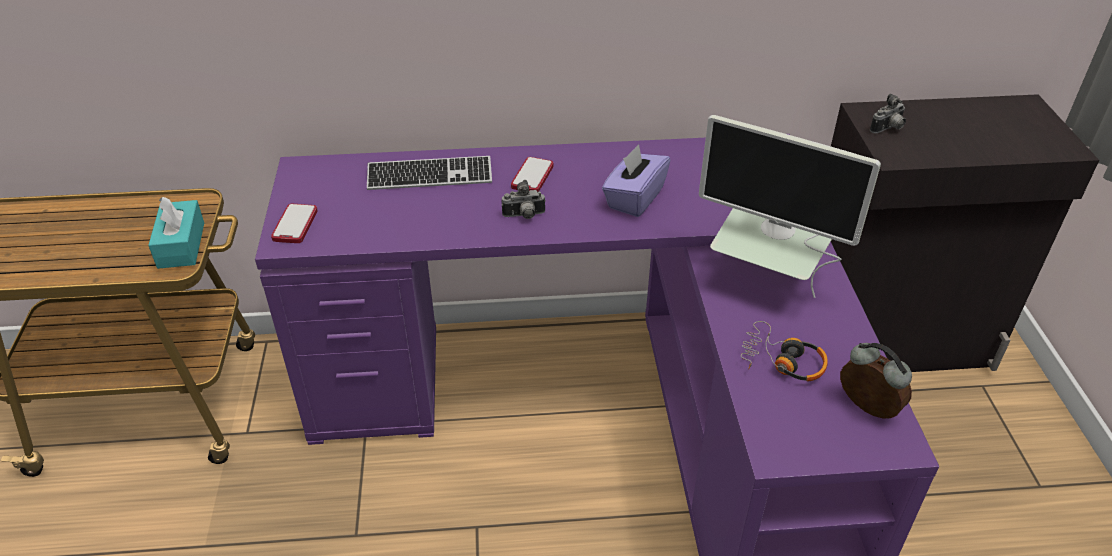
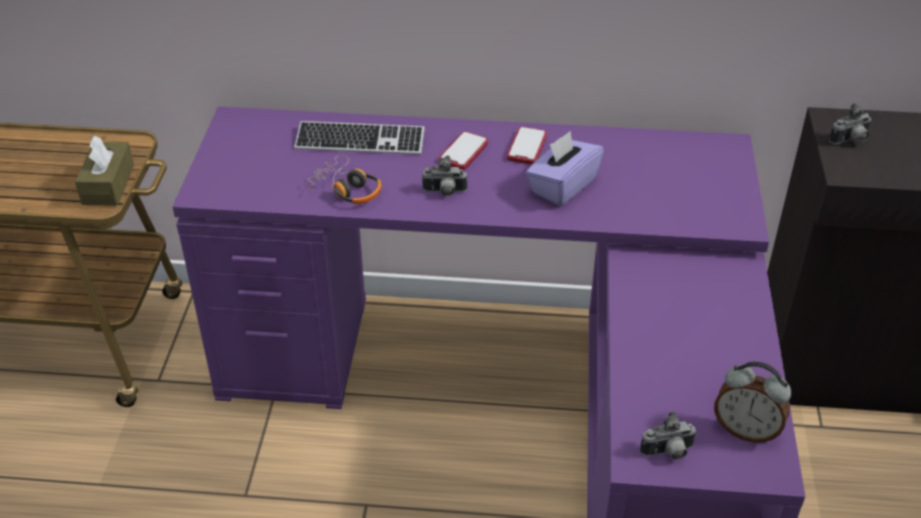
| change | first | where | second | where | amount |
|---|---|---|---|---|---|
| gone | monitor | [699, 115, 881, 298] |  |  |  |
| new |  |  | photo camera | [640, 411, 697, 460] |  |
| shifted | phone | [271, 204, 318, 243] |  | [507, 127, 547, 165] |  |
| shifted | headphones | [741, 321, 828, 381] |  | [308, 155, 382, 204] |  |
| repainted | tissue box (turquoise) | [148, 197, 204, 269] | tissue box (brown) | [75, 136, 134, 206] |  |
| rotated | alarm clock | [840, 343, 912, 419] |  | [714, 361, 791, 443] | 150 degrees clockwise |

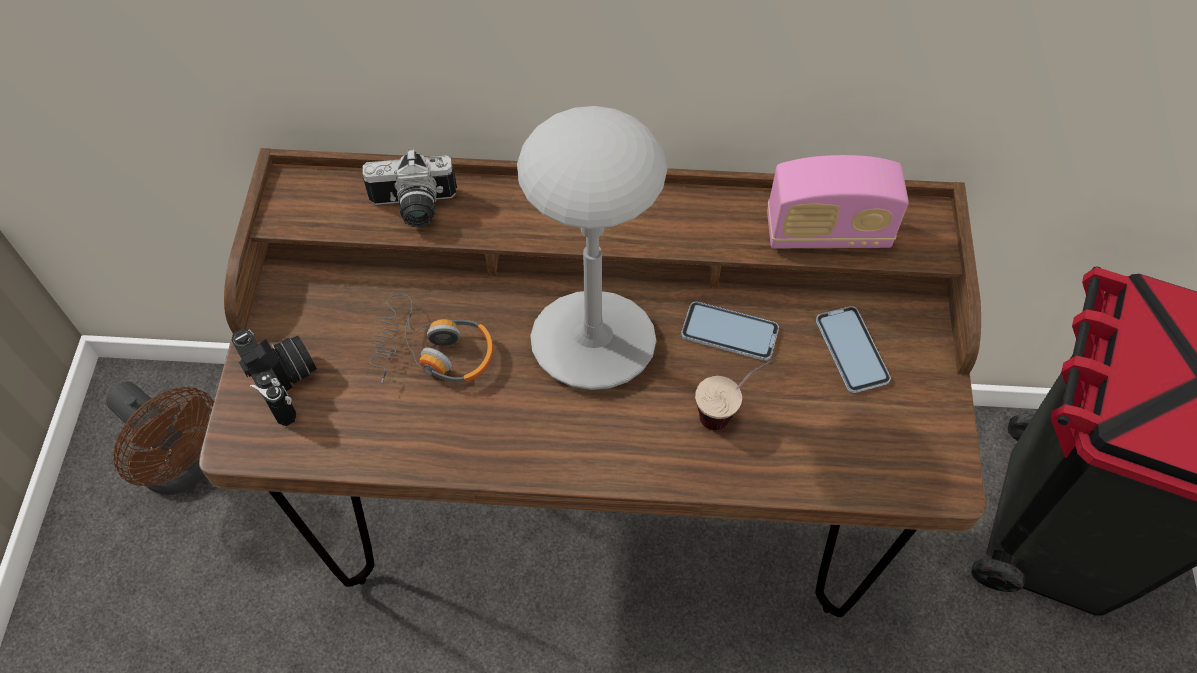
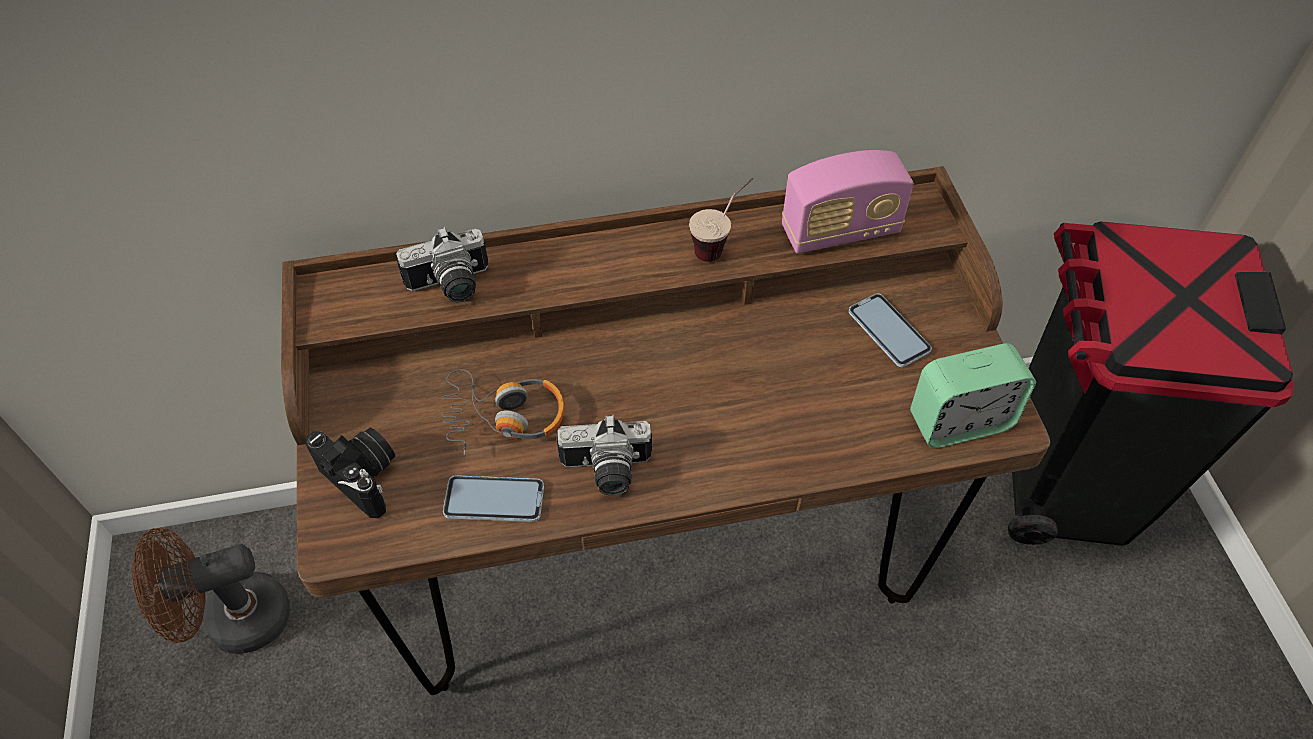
| change | first | where | second | where | amount |
|---|---|---|---|---|---|
| gone | table lamp (grey) | [517, 106, 667, 390] |  |  |  |
| new |  |  | photo camera | [557, 415, 652, 496] |  |
| new |  |  | alarm clock | [910, 343, 1036, 448] |  |
| shifted | phone | [681, 302, 779, 361] |  | [443, 475, 544, 522] |  |
| shifted | cup | [695, 357, 778, 430] |  | [689, 177, 753, 262] |  |
| rotated | fan (brown) | [106, 381, 214, 495] |  | [132, 528, 290, 654] | 135 degrees clockwise |

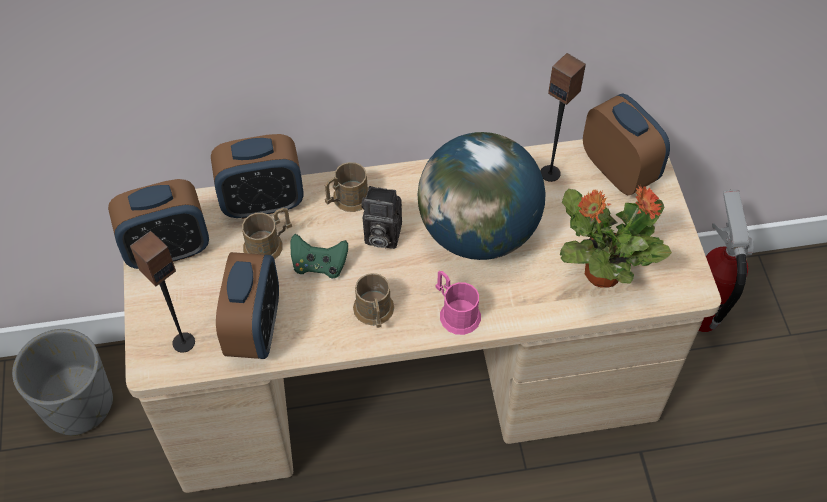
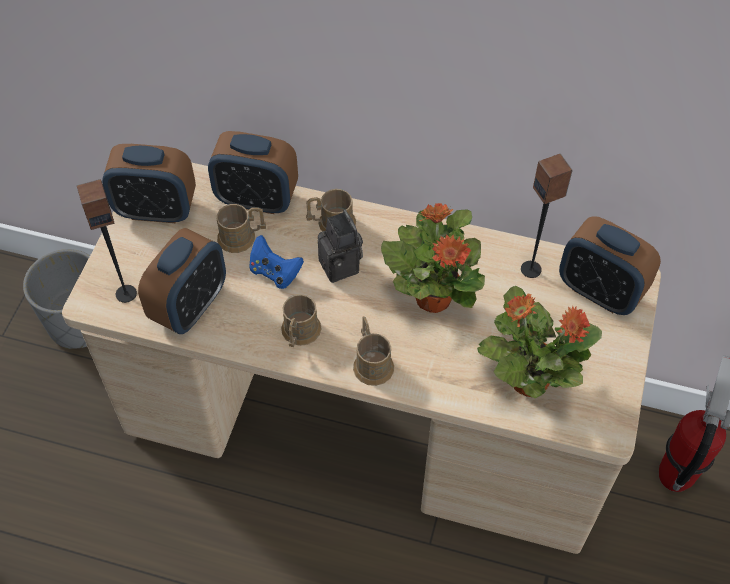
| change | first | where | second | where | amount |
|---|---|---|---|---|---|
| swapped | globe | [418, 132, 545, 260] | potted plant | [381, 203, 485, 313] |  |
| repainted | game controller (green) | [290, 234, 348, 278] | game controller (blue) | [249, 235, 304, 289] |  |
| repainted | mug (pink) | [436, 271, 481, 335] | mug (brown) | [353, 316, 394, 386] |  |
| rotated | photo camera | [361, 186, 402, 249] |  | [318, 210, 363, 283] | 150 degrees counterclockwise |
| rotated | alarm clock | [583, 94, 670, 195] |  | [559, 216, 661, 315] | 135 degrees clockwise |

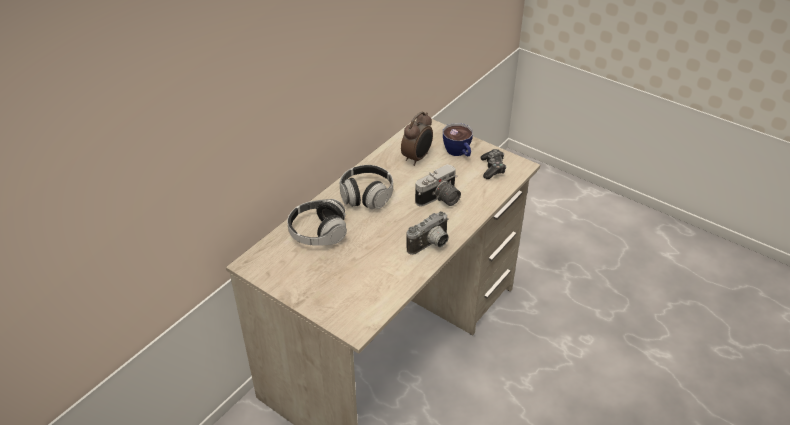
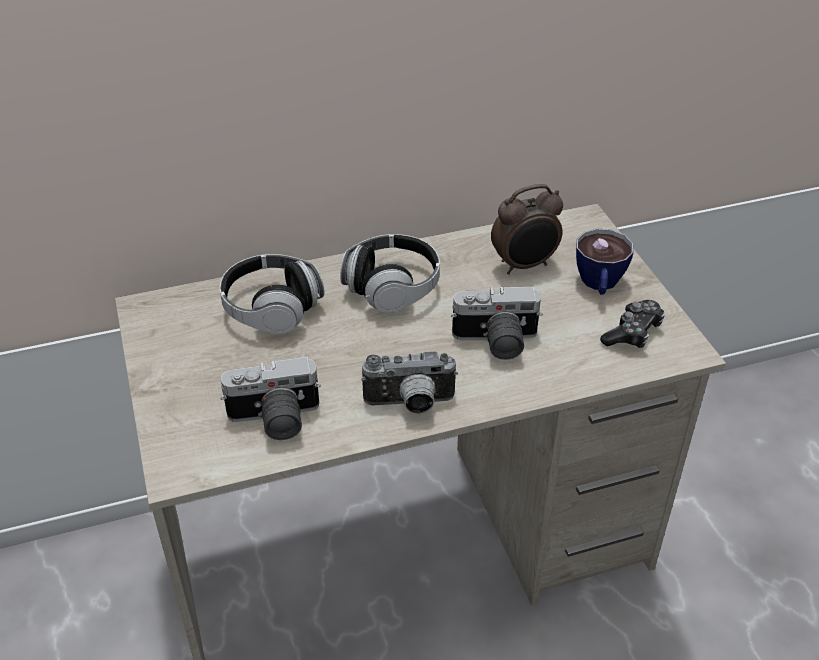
| change | first | where | second | where | amount |
|---|---|---|---|---|---|
| new |  |  | photo camera | [220, 357, 321, 440] |  |

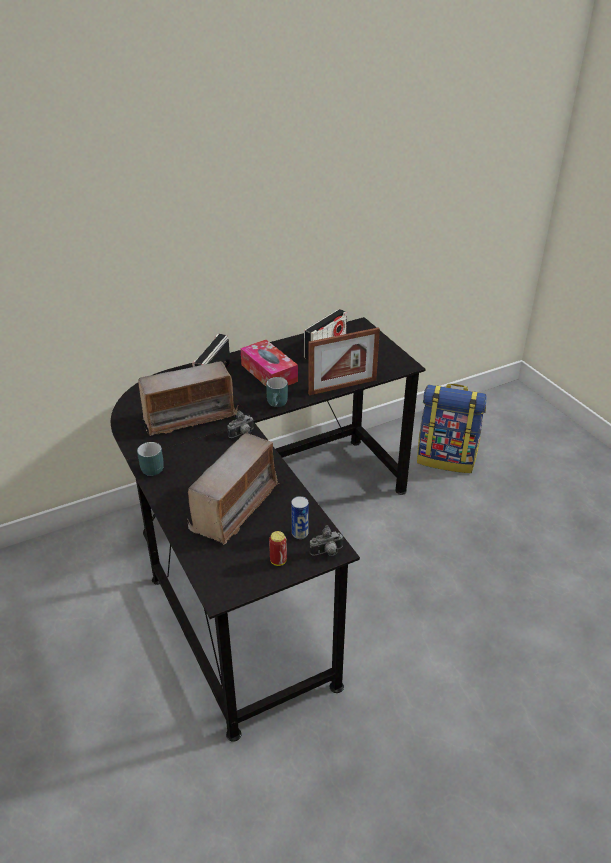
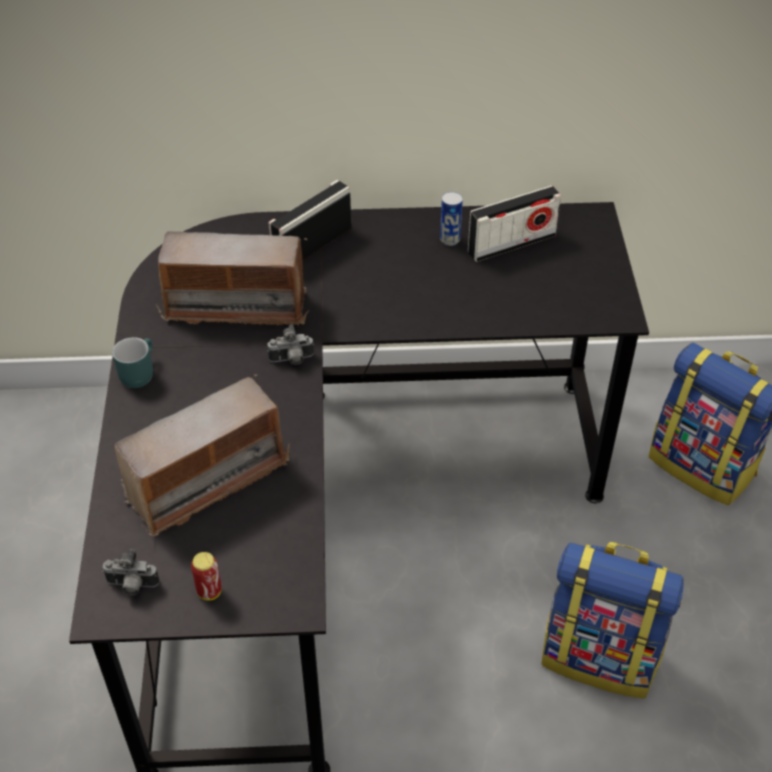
| change | first | where | second | where | amount |
|---|---|---|---|---|---|
| gone | tissue box | [240, 340, 298, 386] |  |  |  |
| gone | mug (turquoise) | [266, 377, 288, 407] |  |  |  |
| gone | picture frame | [308, 327, 380, 395] |  |  |  |
| new |  |  | backpack | [542, 542, 684, 699] |  |
| shifted | can | [291, 496, 309, 539] |  | [440, 192, 463, 246] |  |
| shifted | photo camera | [310, 525, 344, 556] |  | [102, 549, 159, 595] |  |

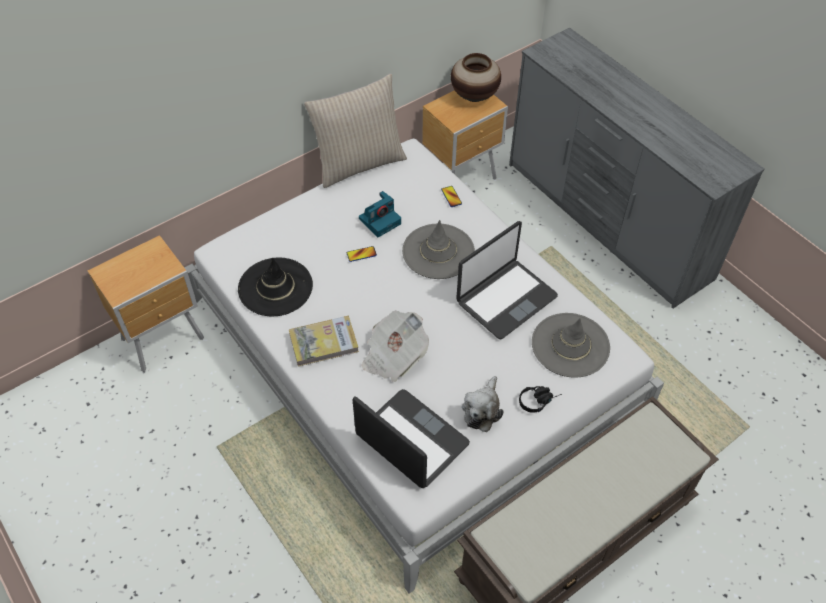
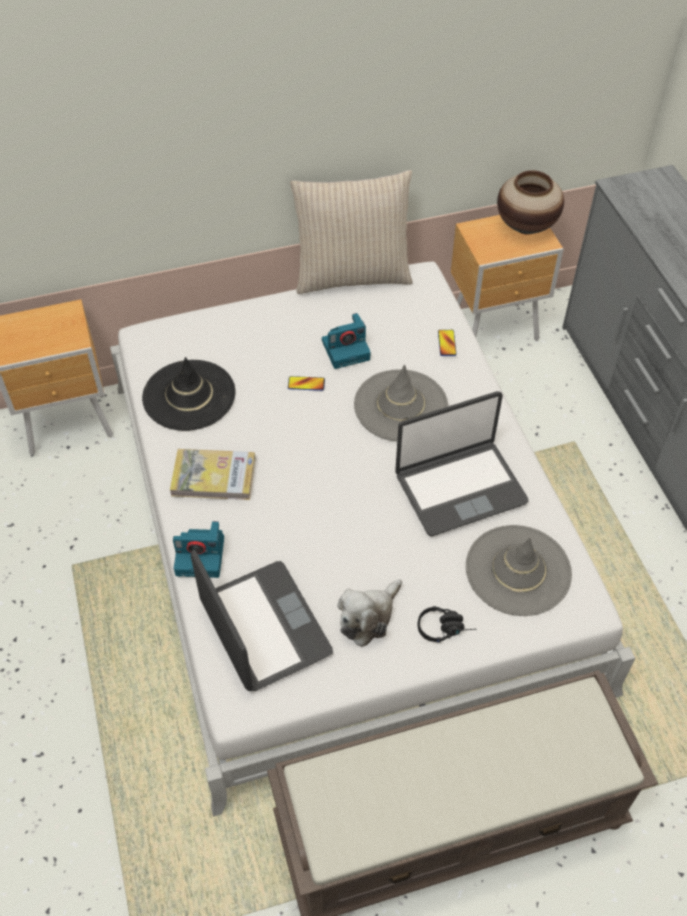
| change | first | where | second | where | amount |
|---|---|---|---|---|---|
| gone | newspaper | [362, 310, 429, 382] |  |  |  |
| new |  |  | photo camera | [173, 521, 224, 578] |  |

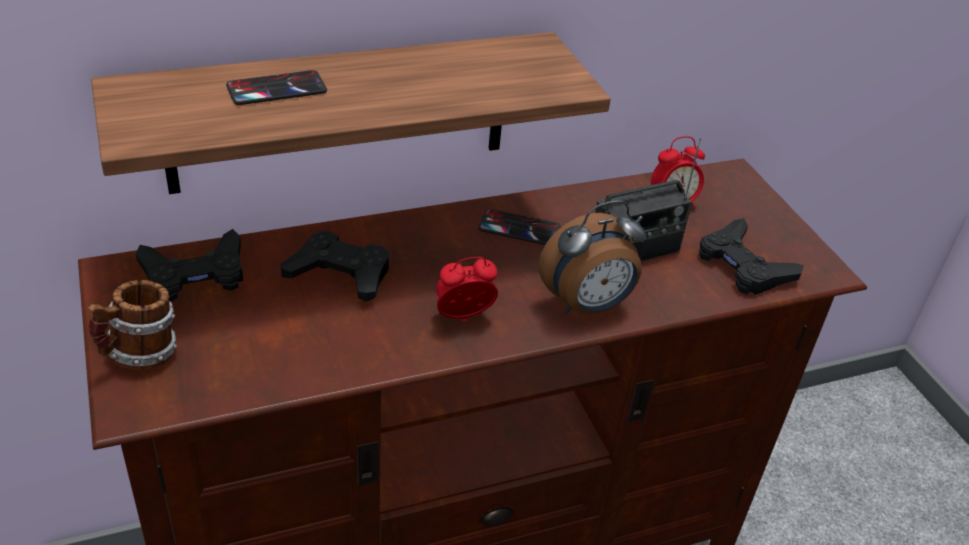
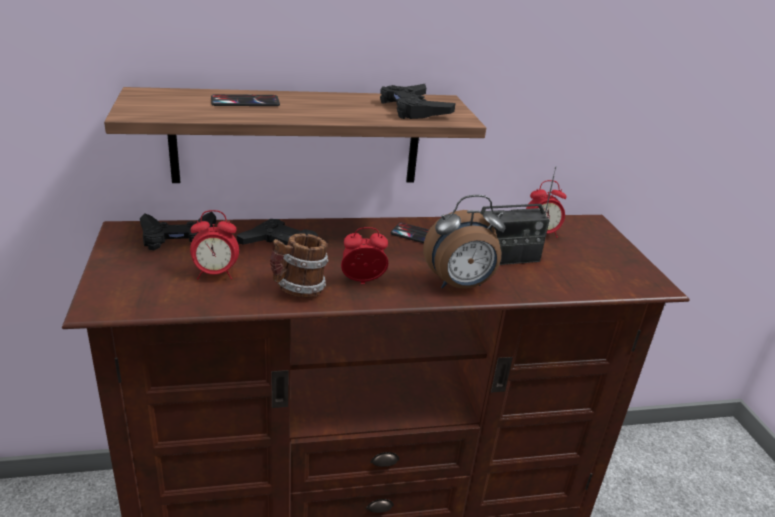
| change | first | where | second | where | amount |
|---|---|---|---|---|---|
| new |  |  | alarm clock | [190, 210, 239, 279] |  |
| shifted | mug | [88, 280, 177, 370] |  | [270, 233, 329, 297] |  |
| shifted | game controller (black) | [699, 218, 804, 295] |  | [380, 84, 456, 119] |  |

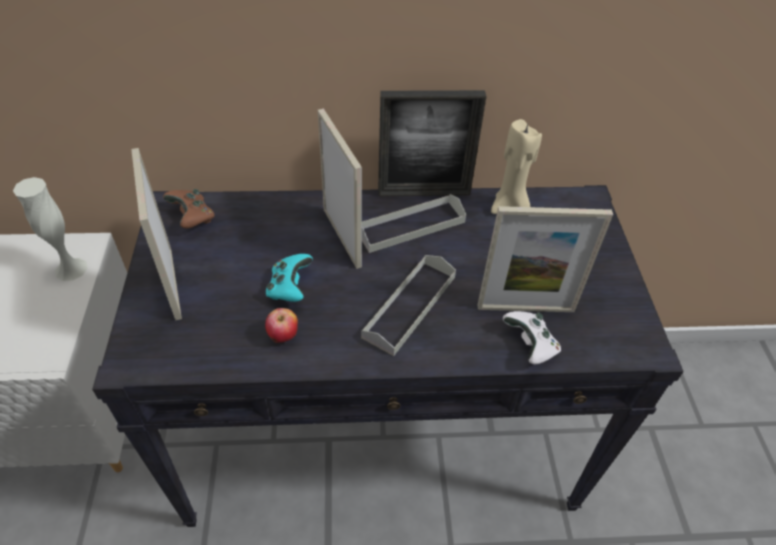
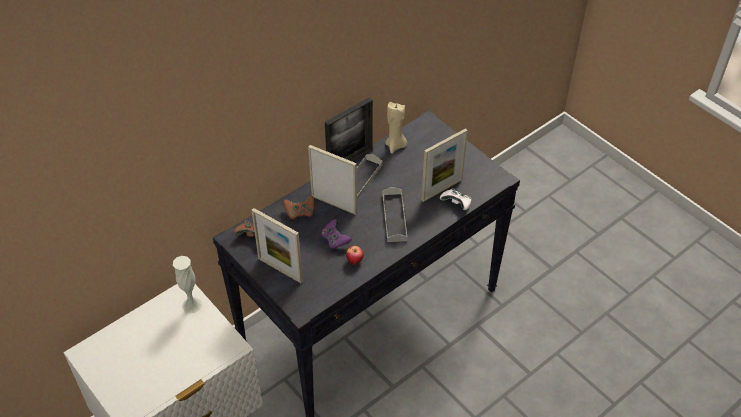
| change | first | where | second | where | amount |
|---|---|---|---|---|---|
| new |  |  | game controller (brown) | [283, 196, 314, 220] |  |
| repainted | game controller (turquoise) | [266, 254, 313, 302] | game controller (purple) | [321, 219, 352, 250] |  |

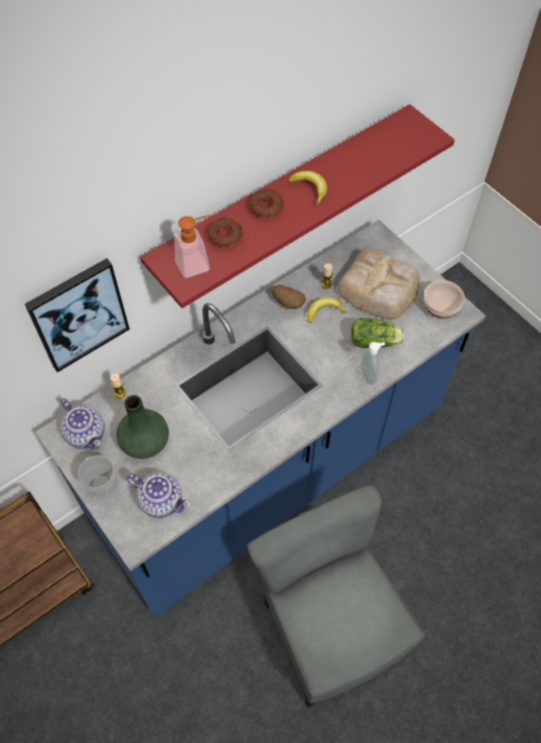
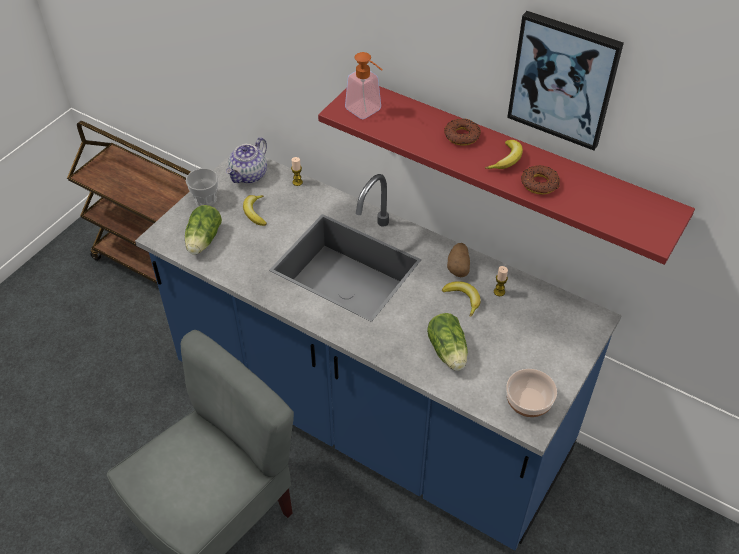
| change | first | where | second | where | amount |
|---|---|---|---|---|---|
| gone | bread | [337, 247, 420, 320] |  |  |  |
| gone | soap dispenser | [361, 342, 385, 384] |  |  |  |
| shifted | picture | [25, 258, 130, 372] |  | [507, 11, 624, 150] |  |
| shifted | donut | [207, 218, 243, 247] |  | [521, 165, 560, 195] |  |
| swapped | vase (green) | [116, 395, 169, 459] | banana | [243, 195, 267, 226] |  |
| swapped | teapot | [126, 472, 190, 518] | lettuce | [185, 205, 222, 255] |  |

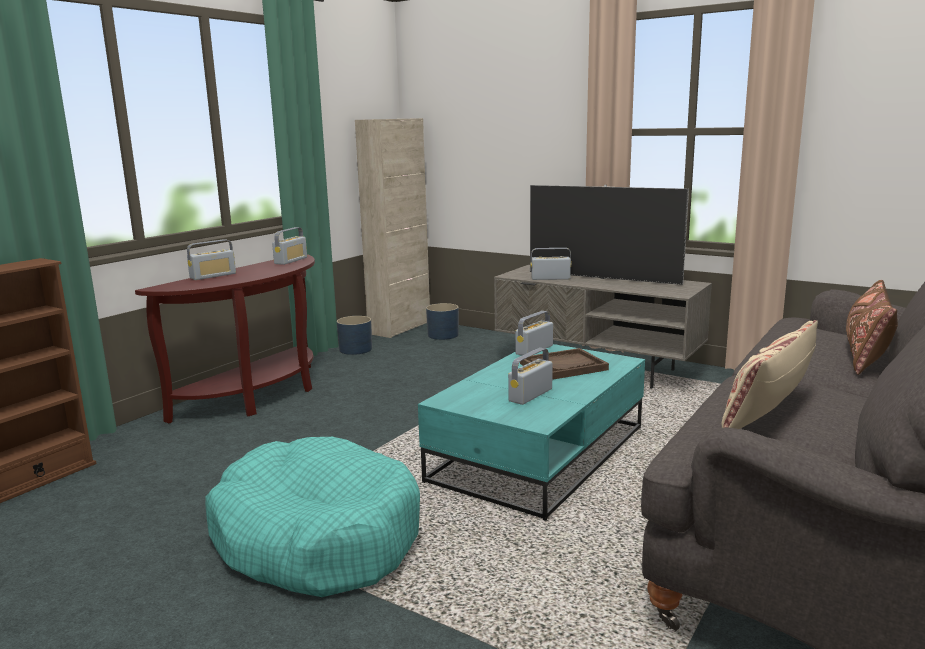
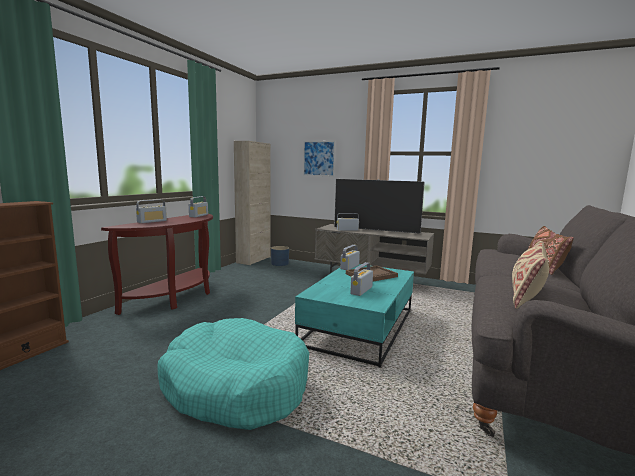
| change | first | where | second | where | amount |
|---|---|---|---|---|---|
| gone | planter (blue) | [337, 316, 372, 355] |  |  |  |
| new |  |  | picture | [303, 141, 335, 176] |  |

